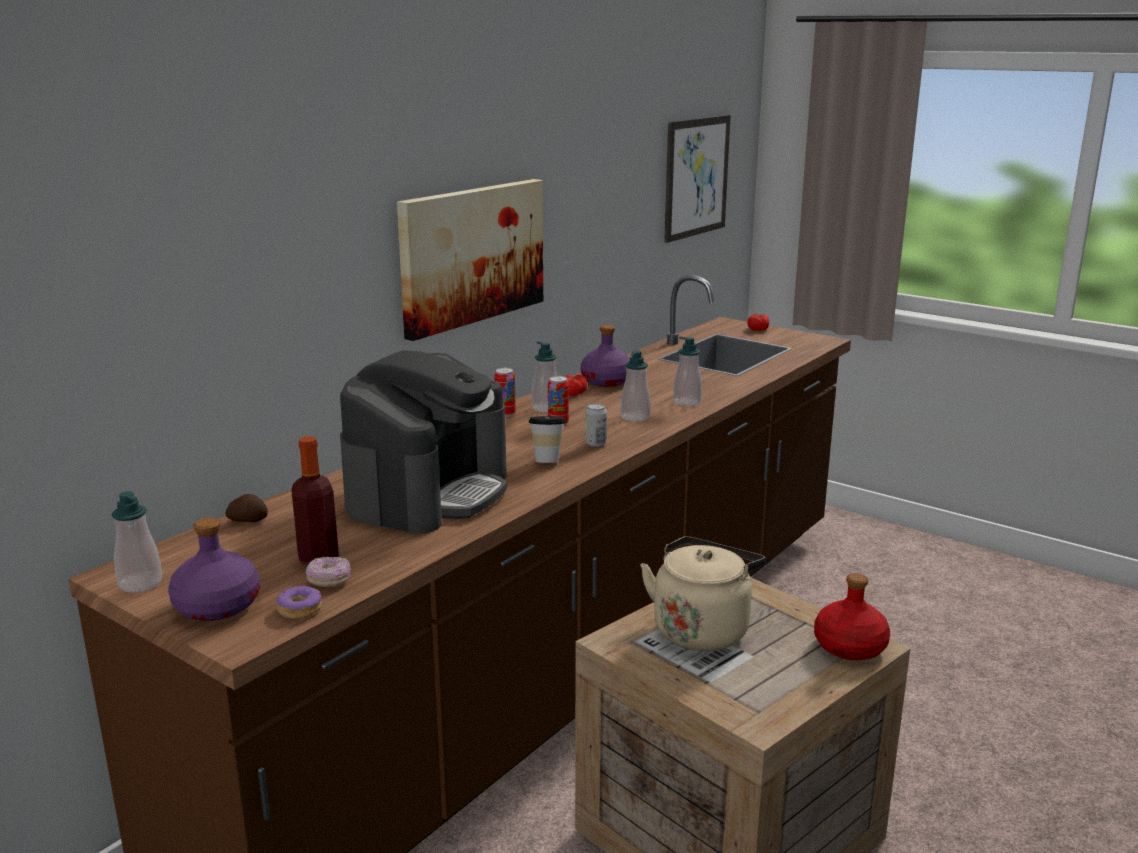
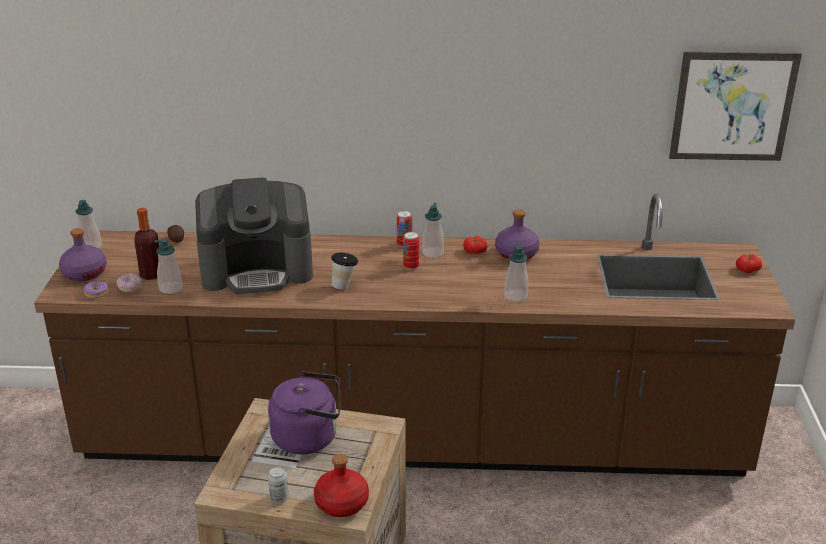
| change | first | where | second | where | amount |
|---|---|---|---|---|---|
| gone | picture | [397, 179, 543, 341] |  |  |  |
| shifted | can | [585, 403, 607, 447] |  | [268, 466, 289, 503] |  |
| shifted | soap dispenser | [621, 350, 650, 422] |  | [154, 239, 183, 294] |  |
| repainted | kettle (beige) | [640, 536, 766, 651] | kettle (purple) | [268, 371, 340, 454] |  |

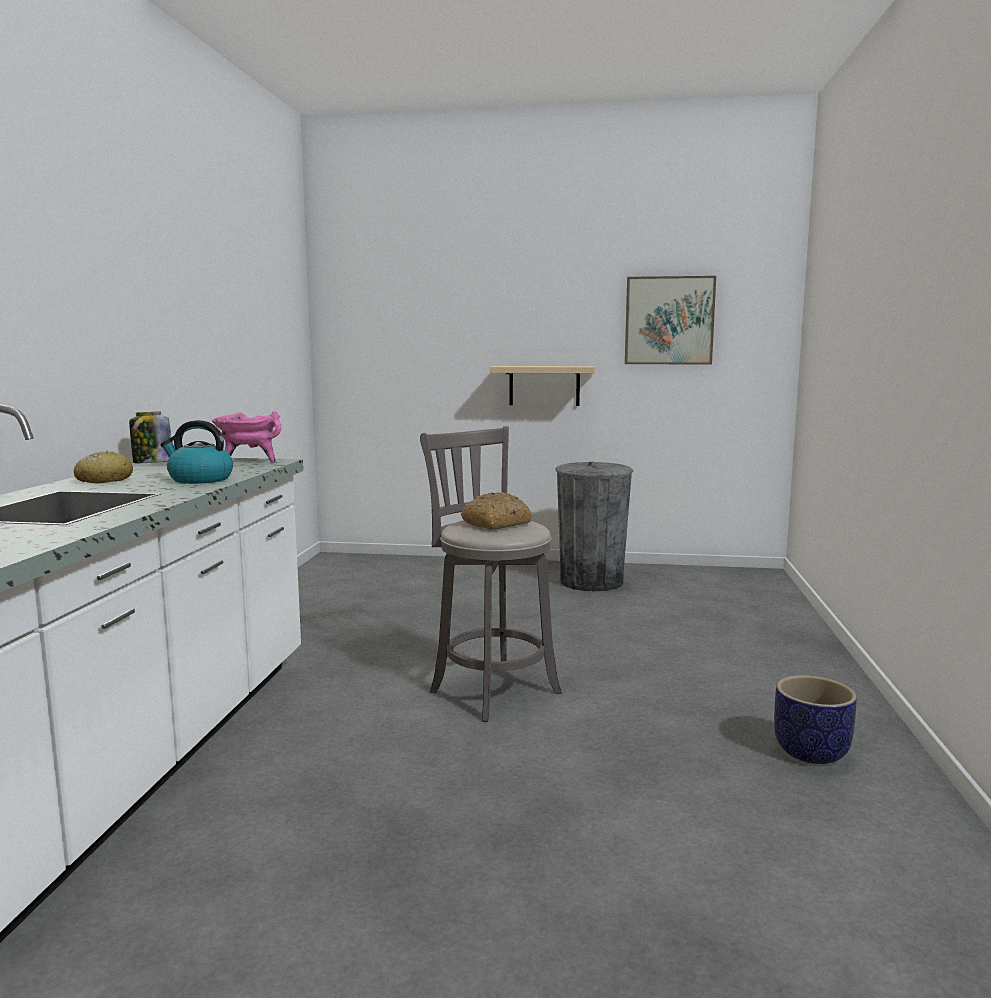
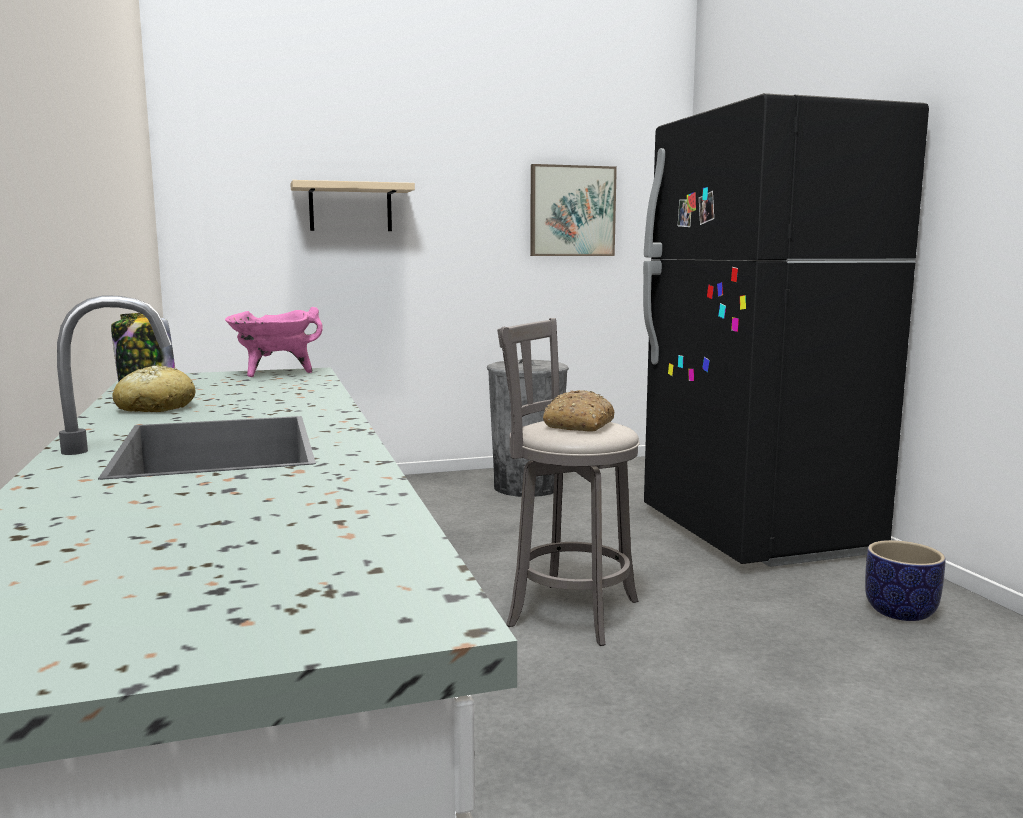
| change | first | where | second | where | amount |
|---|---|---|---|---|---|
| gone | kettle | [161, 420, 233, 484] |  |  |  |
| new |  |  | fridge (black) | [643, 93, 929, 567] |  |
| shifted | shelf (beige) | [490, 366, 595, 406] |  | [291, 180, 415, 231] |  |

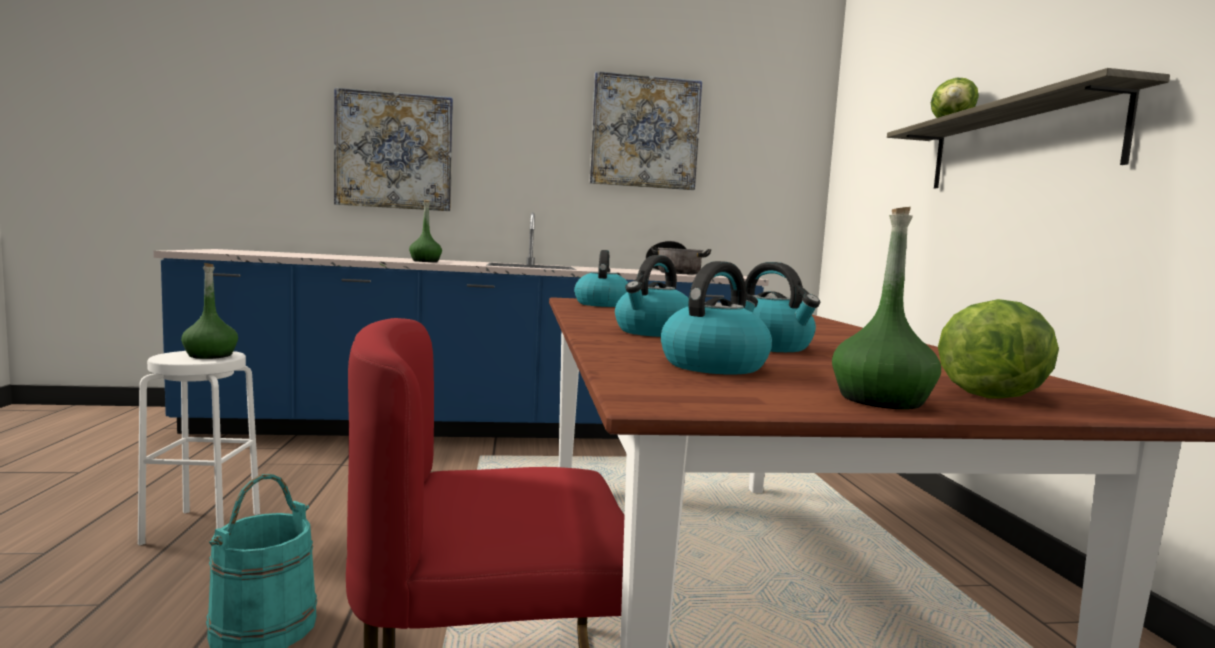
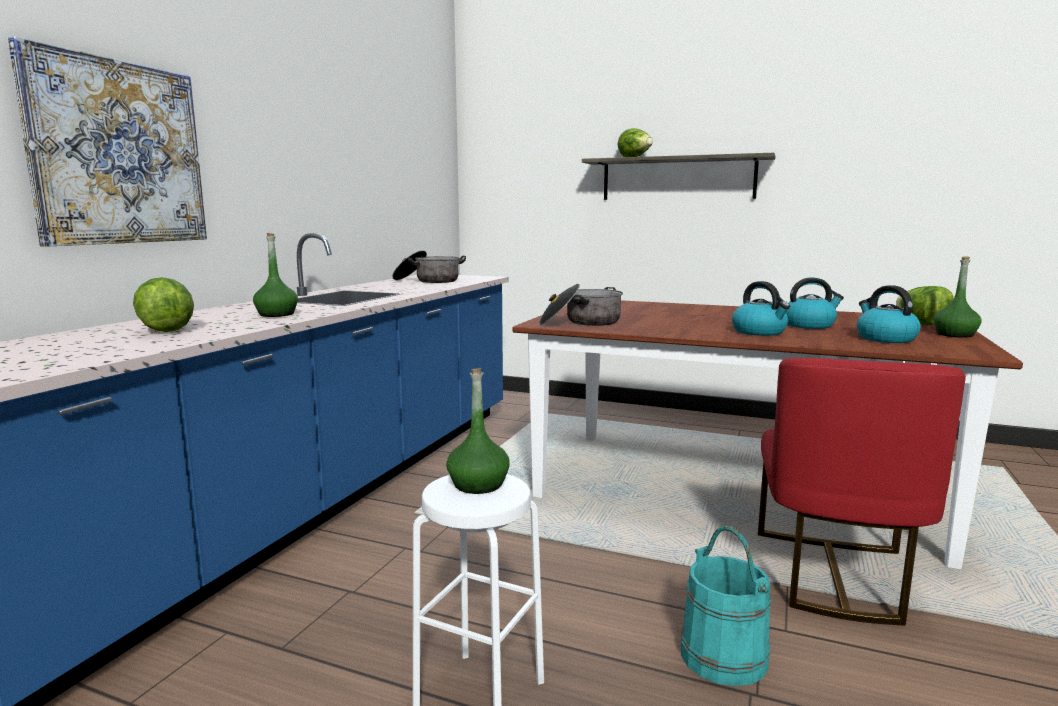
| change | first | where | second | where | amount |
|---|---|---|---|---|---|
| gone | picture | [589, 71, 702, 190] |  |  |  |
| new |  |  | lettuce | [133, 277, 194, 332] |  |
| swapped | kettle | [574, 250, 628, 307] | cooking pot | [539, 284, 623, 326] |  |

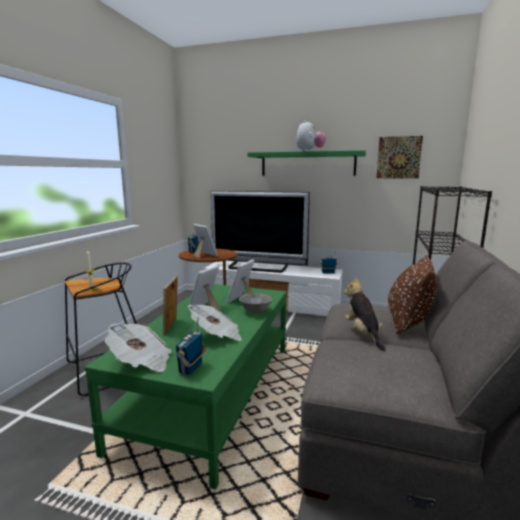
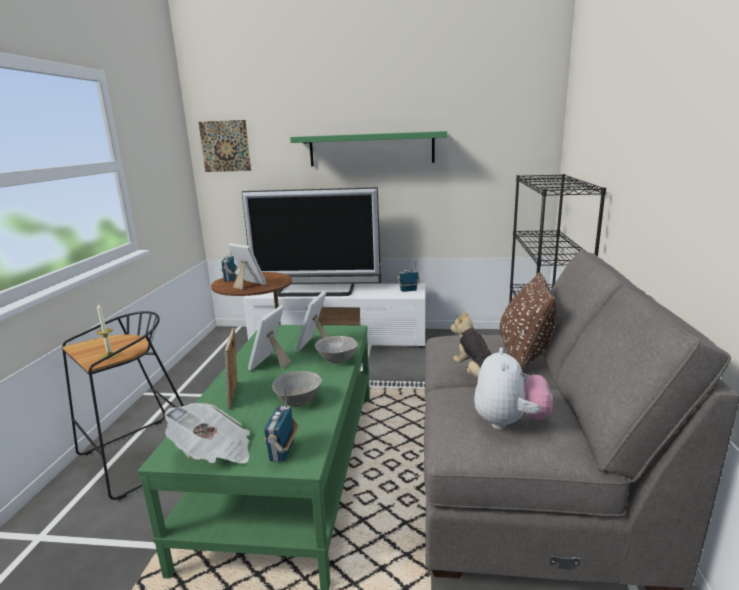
| change | first | where | second | where | amount |
|---|---|---|---|---|---|
| shifted | plush toy | [296, 120, 326, 151] |  | [474, 347, 552, 430] |  |
| shifted | picture | [376, 136, 423, 179] |  | [199, 120, 251, 172] |  |
| swapped | newspaper | [188, 305, 241, 341] | bowl (grey) | [272, 371, 322, 407] |  |

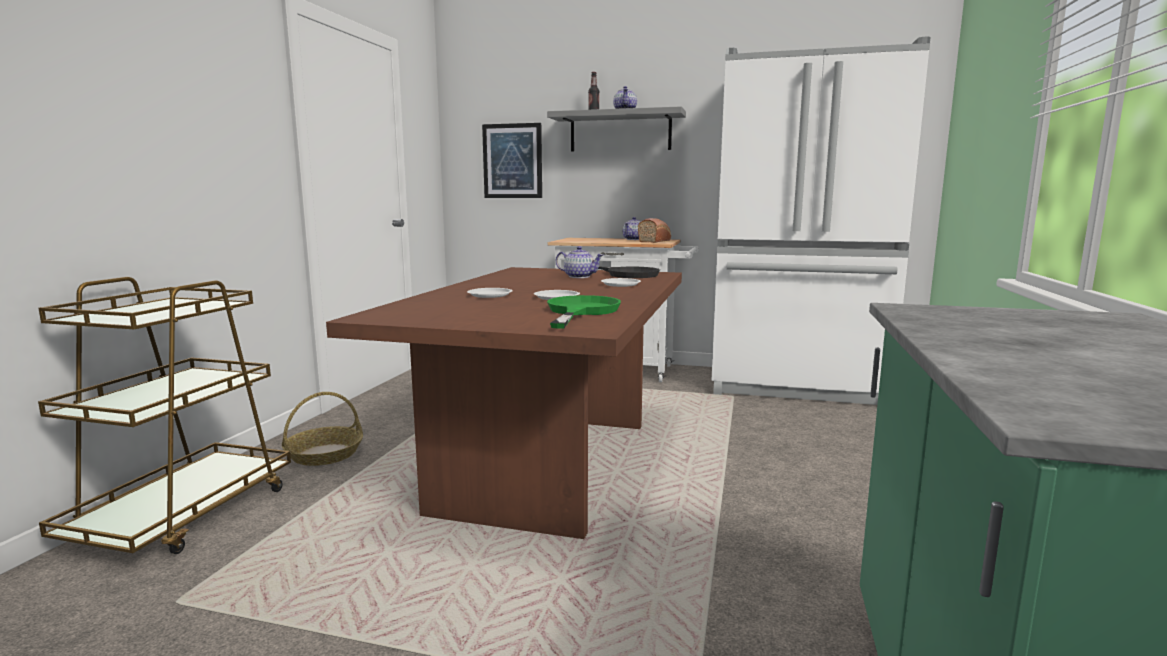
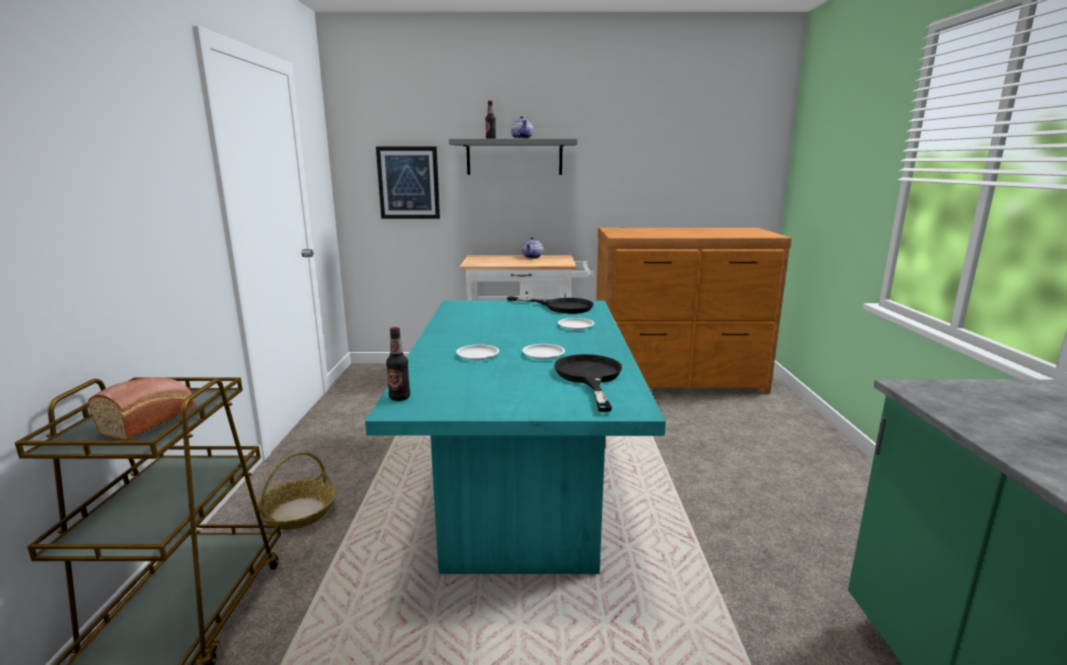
| change | first | where | second | where | amount |
|---|---|---|---|---|---|
| gone | teapot | [556, 246, 603, 278] |  |  |  |
| new |  |  | bottle | [386, 327, 410, 401] |  |
| shifted | bread | [638, 218, 671, 243] |  | [88, 377, 195, 441] |  |
| swapped | fridge (white) | [711, 36, 931, 405] | dresser (brown) | [596, 228, 792, 394] |  |
| repainted | dining table (brown) | [326, 267, 682, 539] | dining table (turquoise) | [365, 300, 666, 574] |  |
| repainted | frying pan (green) | [547, 295, 621, 329] | frying pan (black) | [554, 354, 622, 412] |  |

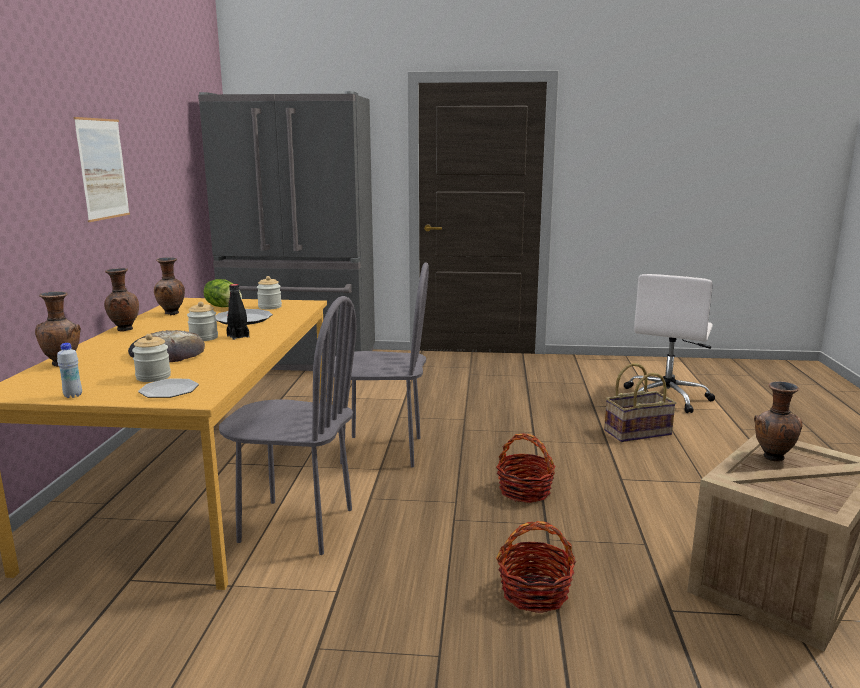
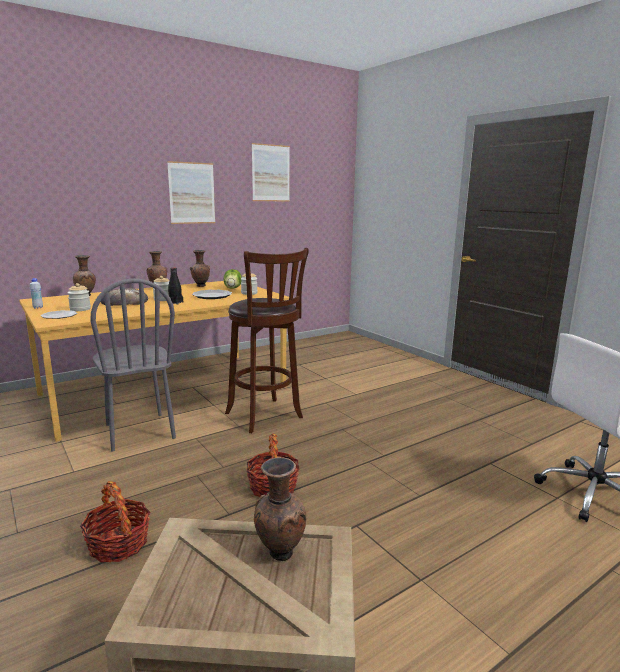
| change | first | where | second | where | amount |
|---|---|---|---|---|---|
| gone | fridge (grey) | [198, 91, 375, 371] |  |  |  |
| gone | basket | [604, 363, 677, 442] |  |  |  |
| new |  |  | picture | [252, 143, 290, 201] |  |
| swapped | chair (grey) | [334, 263, 429, 468] | stool (brown) | [225, 248, 309, 433] |  |

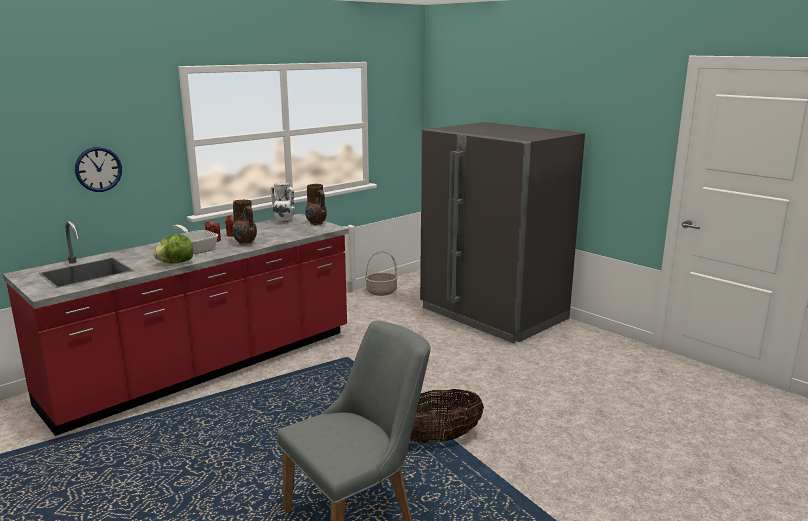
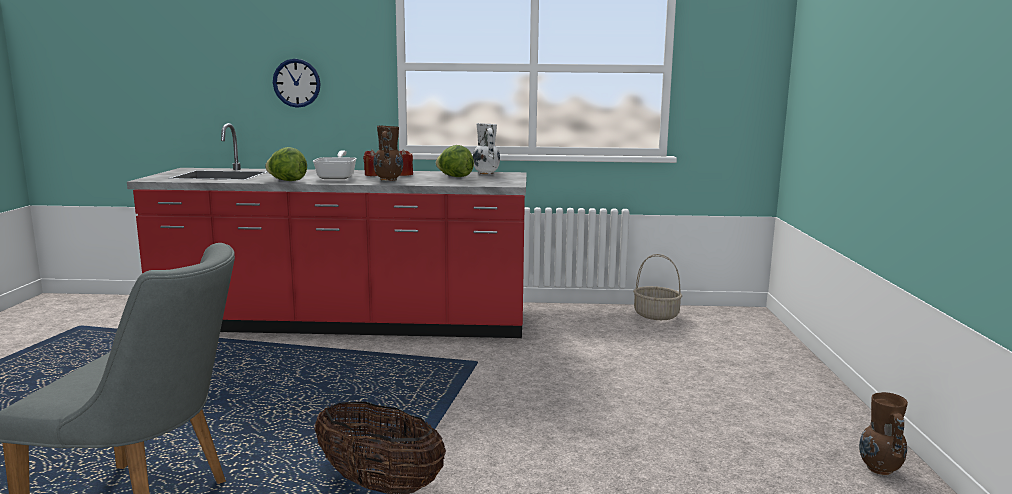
| change | first | where | second | where | amount |
|---|---|---|---|---|---|
| gone | fridge (grey) | [420, 122, 585, 343] |  |  |  |
| new |  |  | lettuce | [436, 145, 474, 177] |  |
| shifted | vase (brown) | [305, 184, 327, 225] |  | [859, 392, 908, 475] |  |

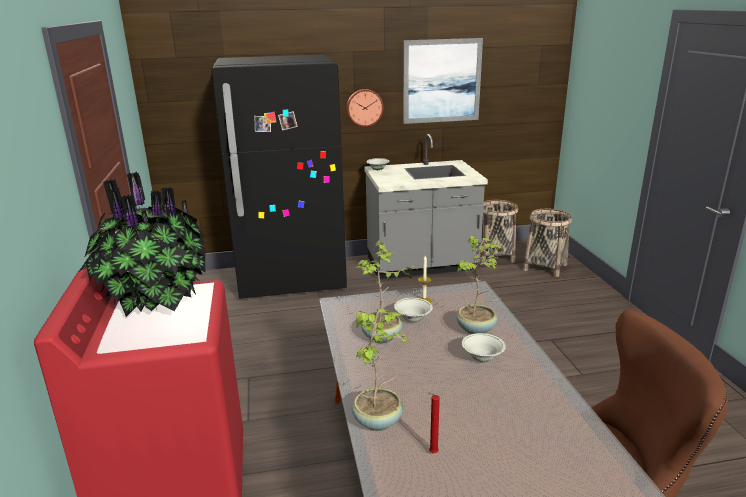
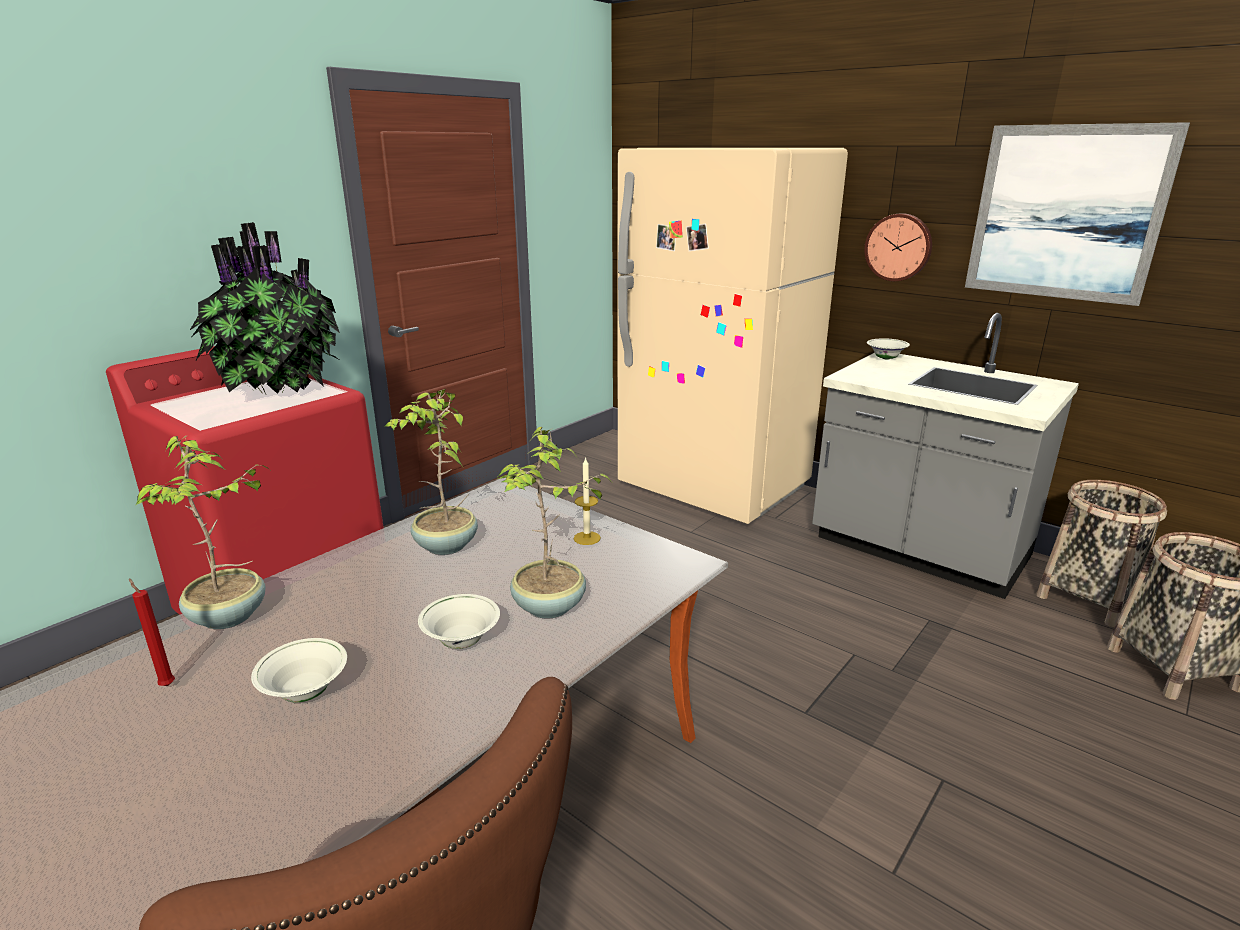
| change | first | where | second | where | amount |
|---|---|---|---|---|---|
| shifted | bowl (white) | [394, 298, 433, 322] |  | [251, 638, 347, 702] |  |
| repainted | fridge (black) | [212, 55, 347, 299] | fridge (beige) | [617, 148, 848, 524] |  |

